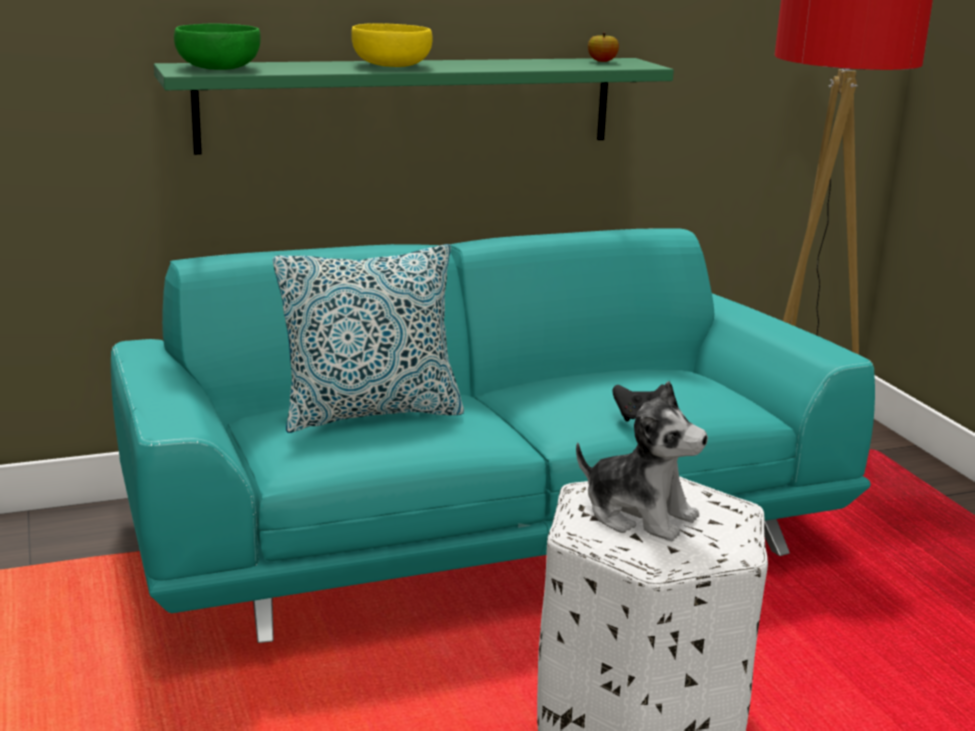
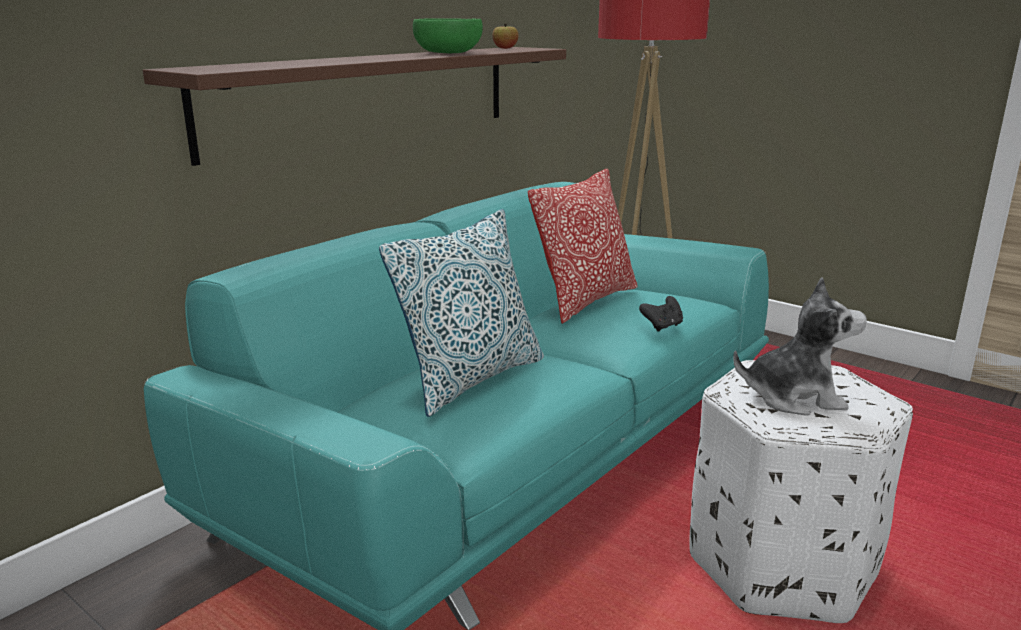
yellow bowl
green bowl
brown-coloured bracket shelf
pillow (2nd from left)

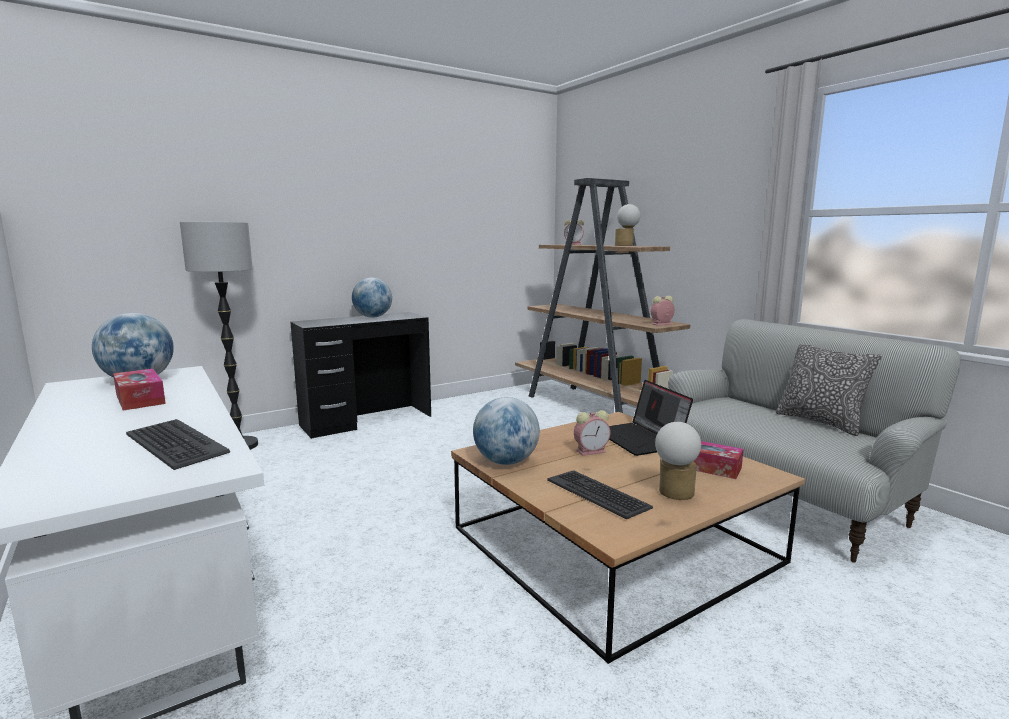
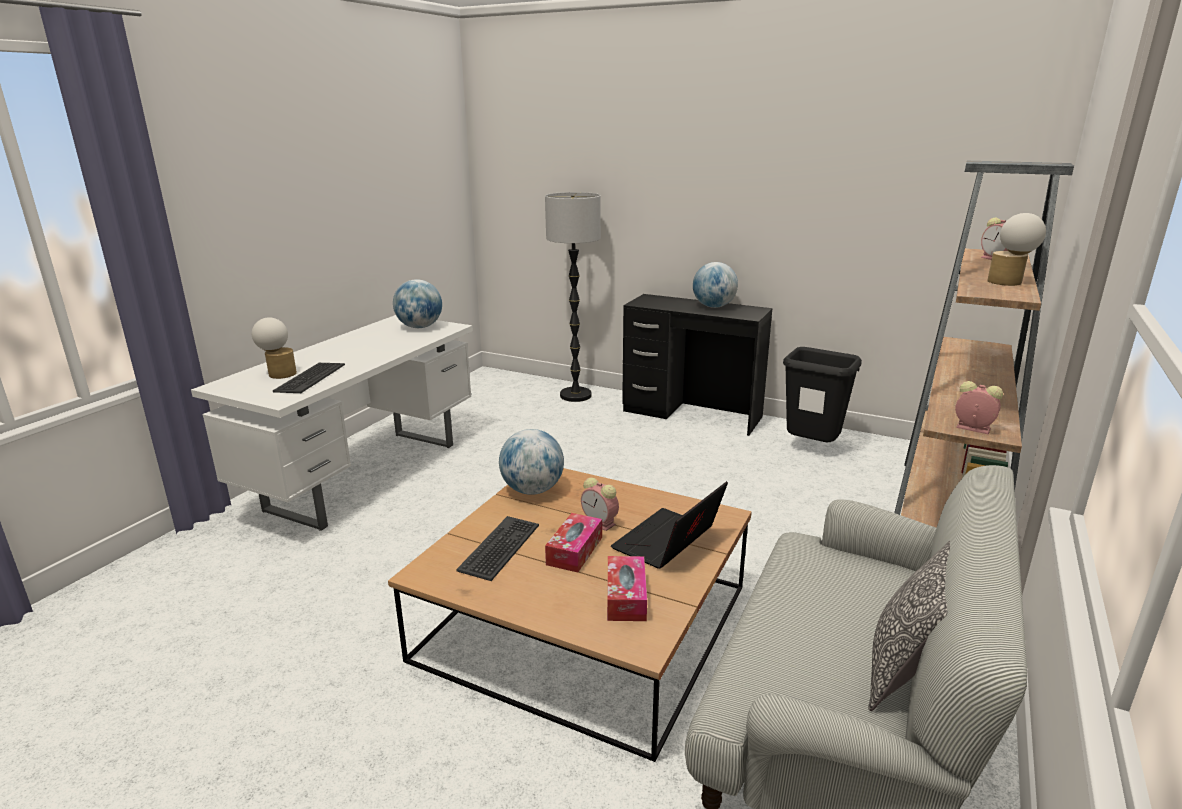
tissue holder (1st from left)
lamp for a table (1st from left)
black trash can

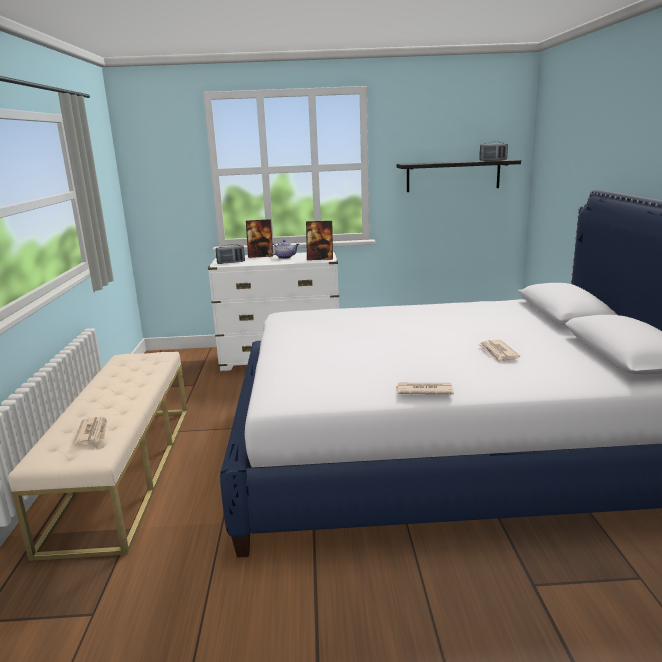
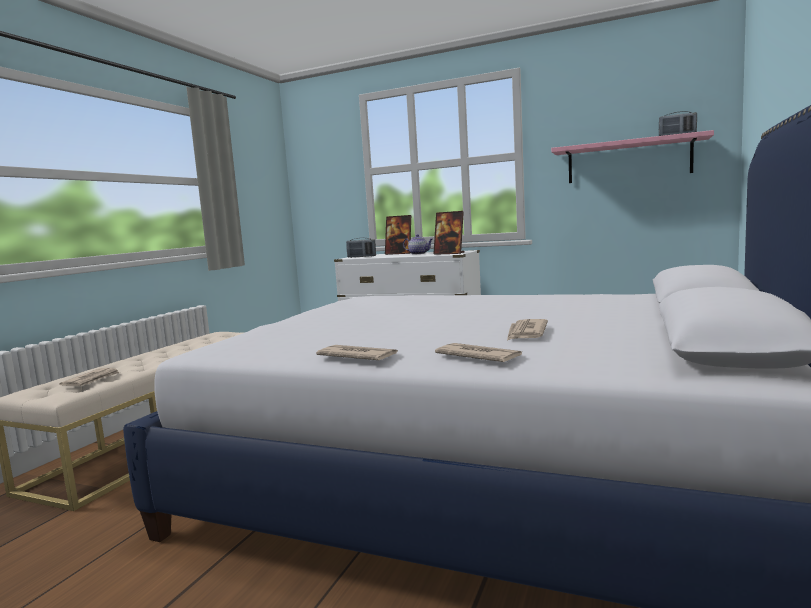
pinkish bracket shelf
printed paper (3rd from left)

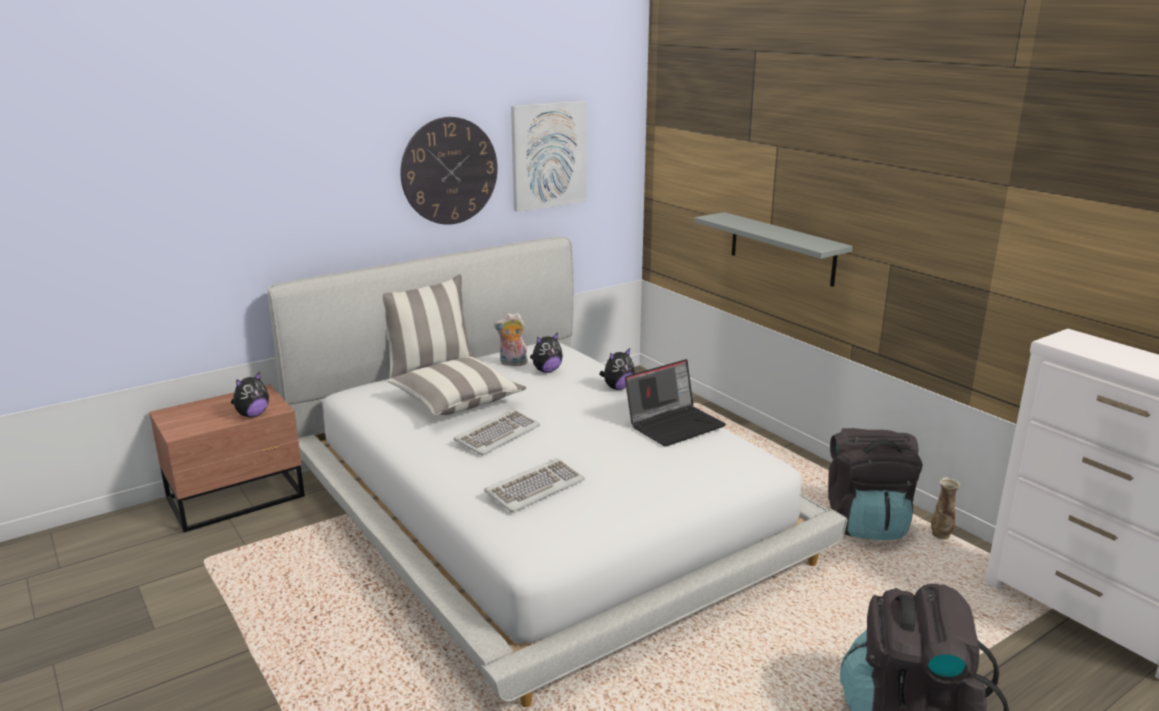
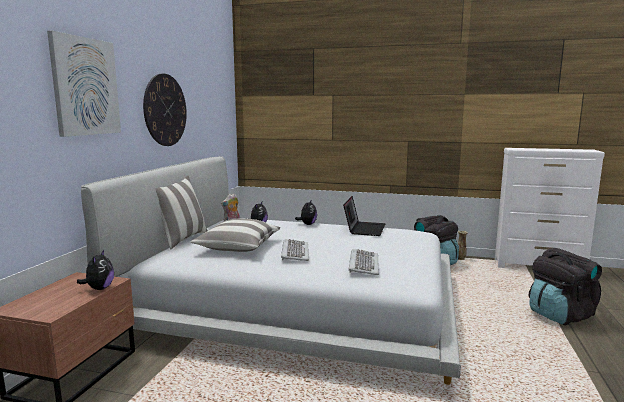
picture
greyish bracket shelf

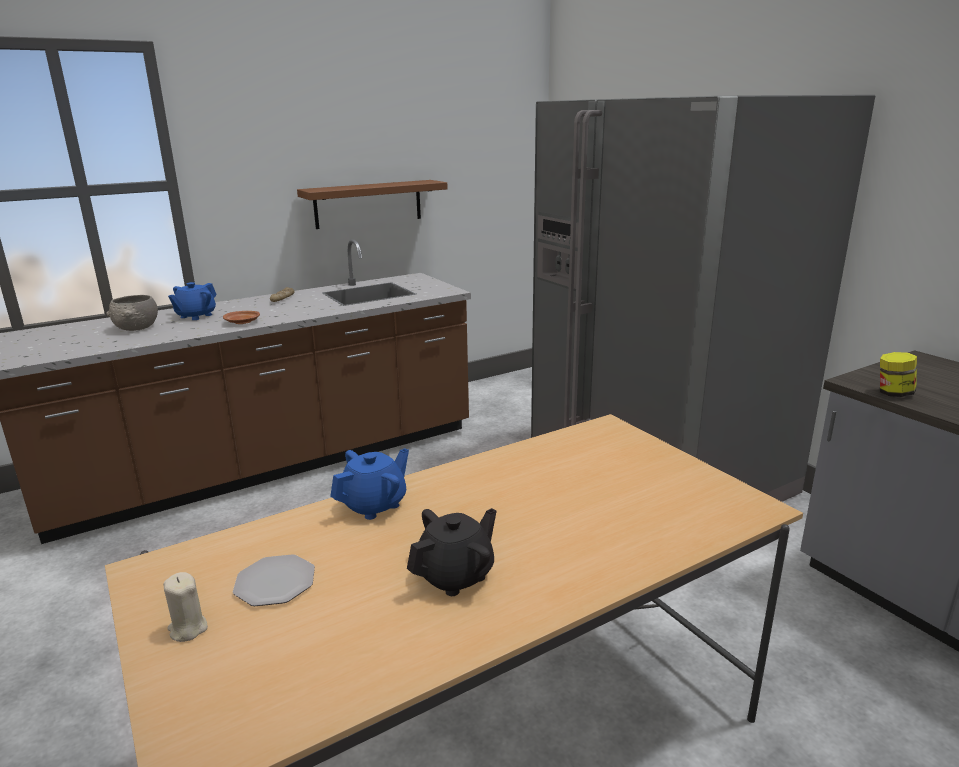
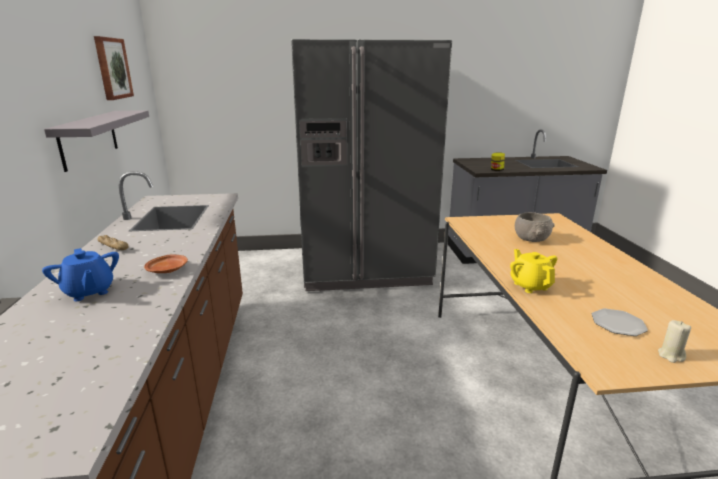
greyish bracket shelf
greyish bowl
yellow teapot
black teapot
picture

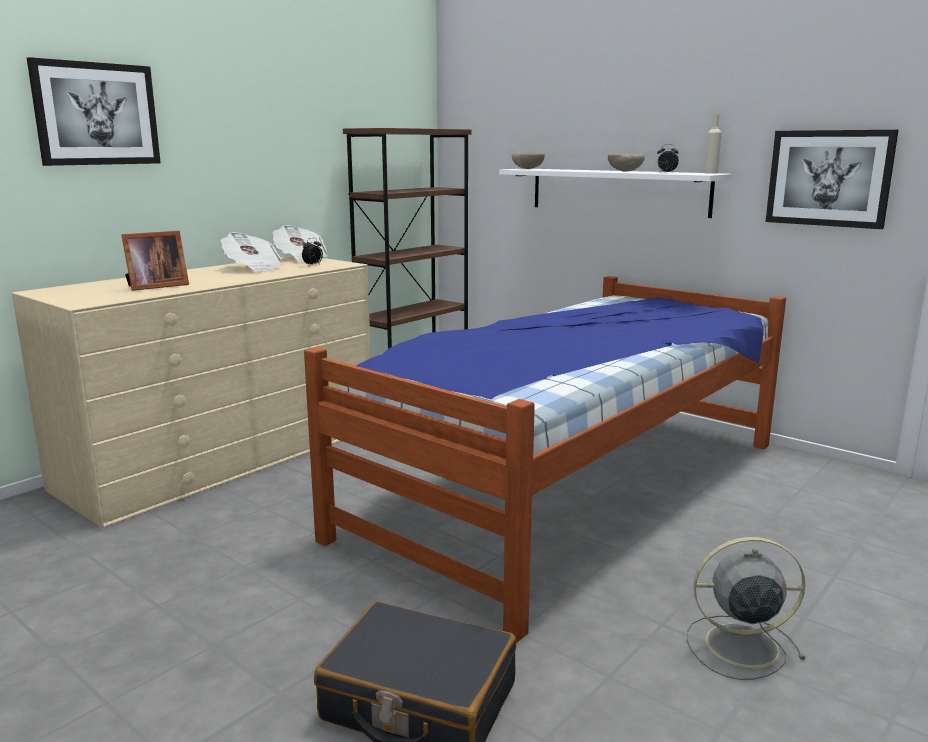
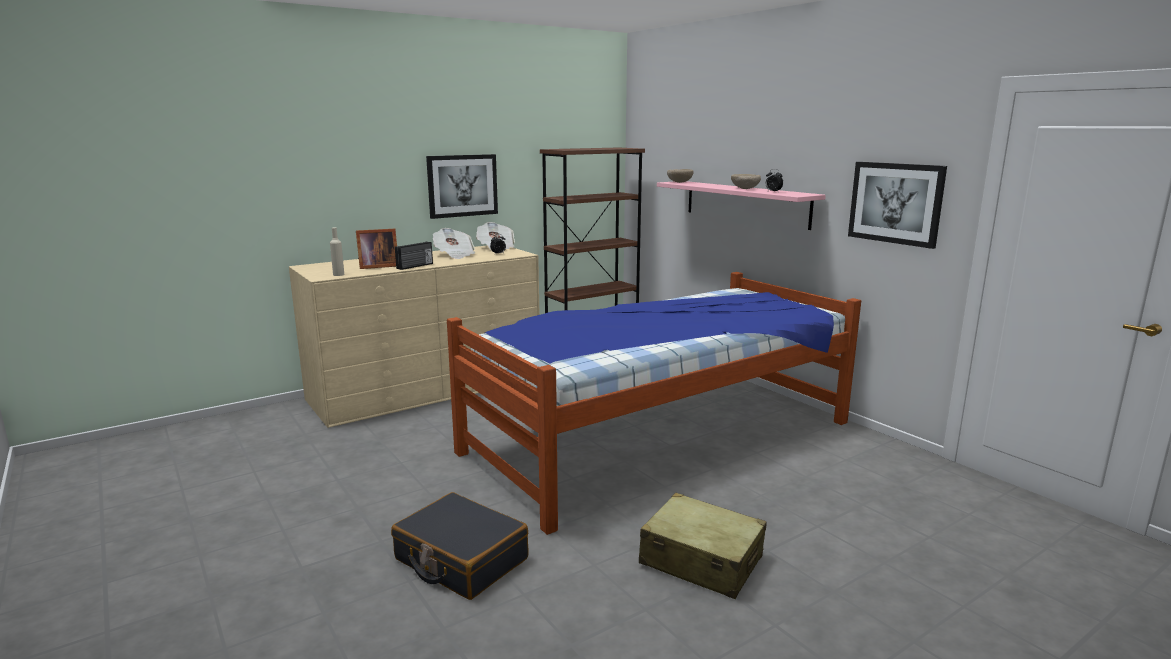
picture (1st from left)
sand-coloured beverage bottle
pinkish bracket shelf
sand-coloured piece of luggage
radio

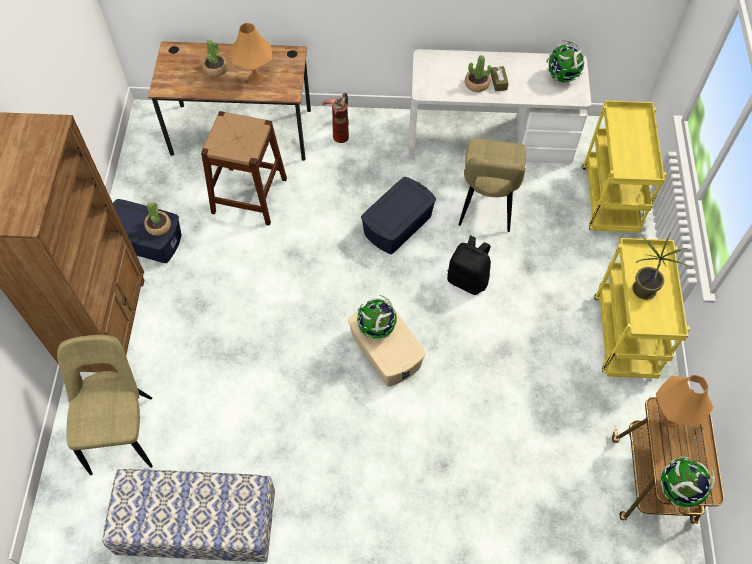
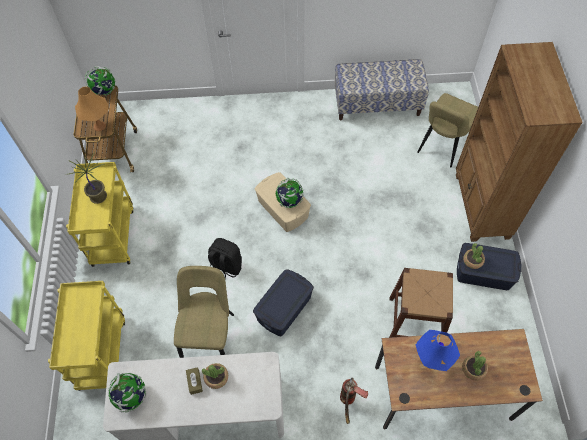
bluish lamp for a table
sand-coloured chair (2nd from left)

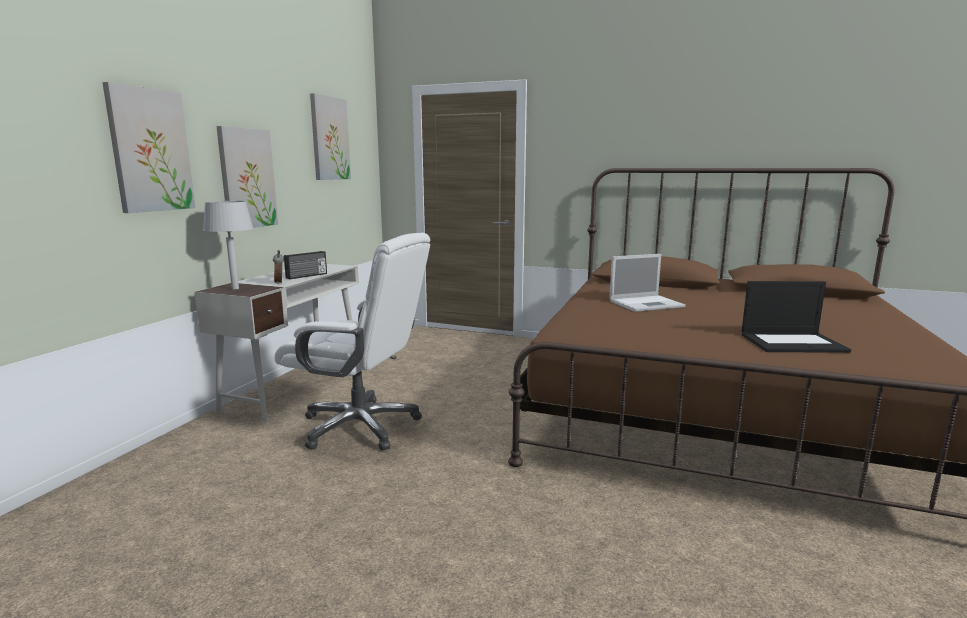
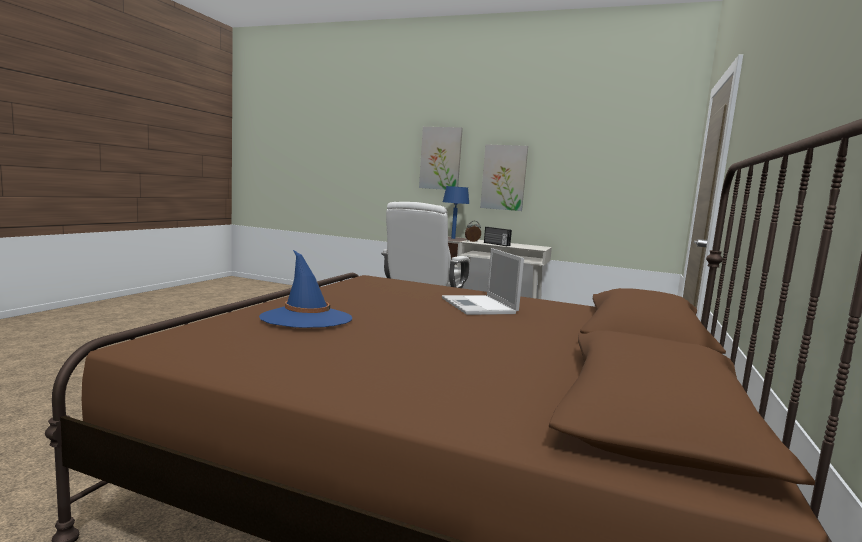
picture (3rd from left in the first image)
bluish lamp for a table
bluish hat

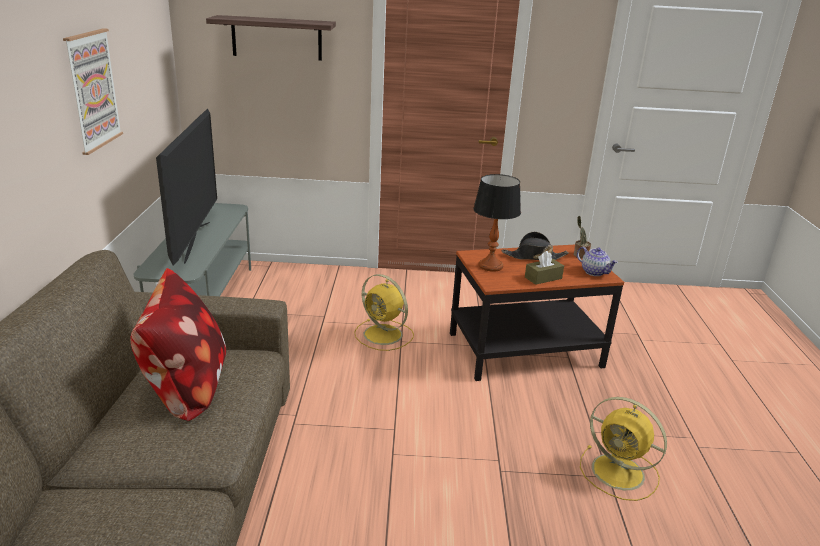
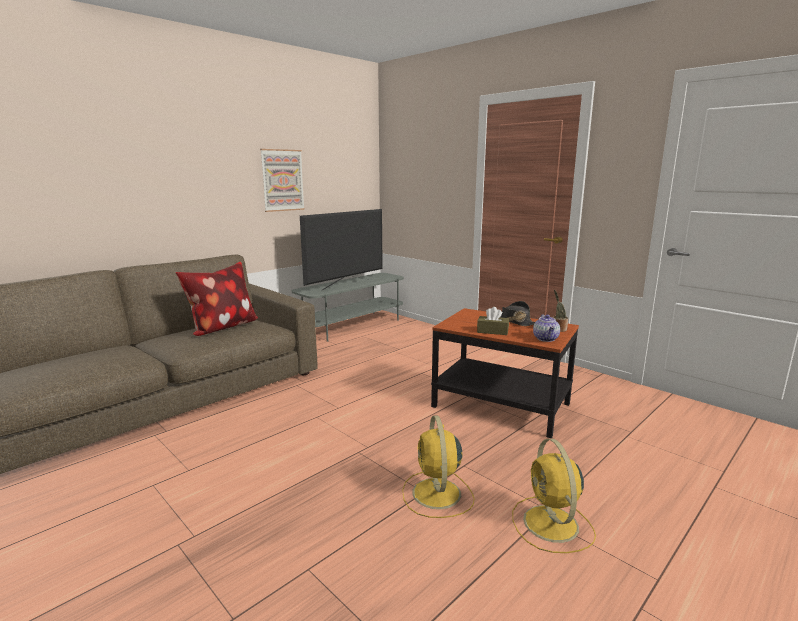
bracket shelf
lamp for a table
yellow electric fan (2nd from left)

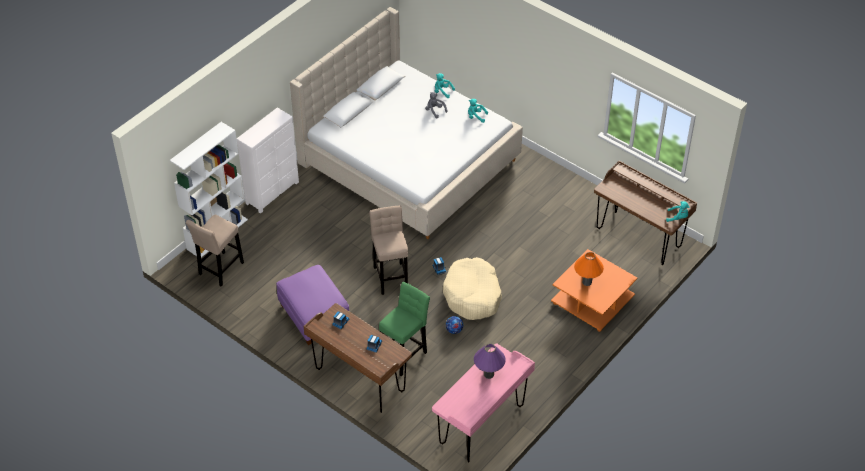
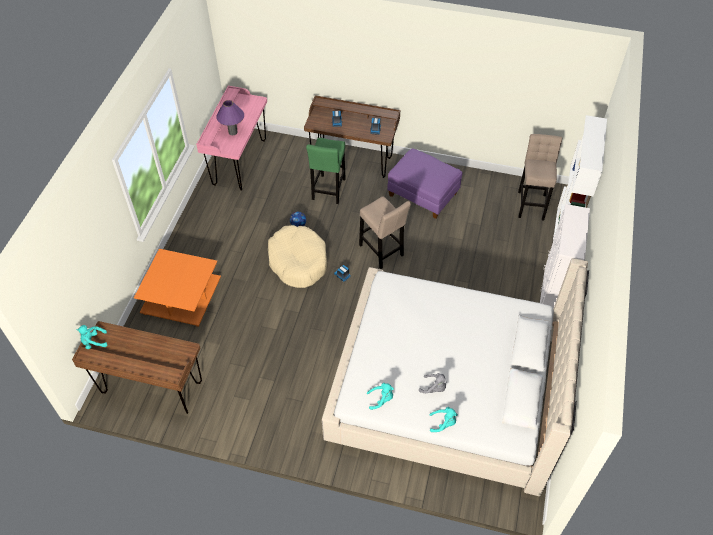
orange-coloured lamp for a table

